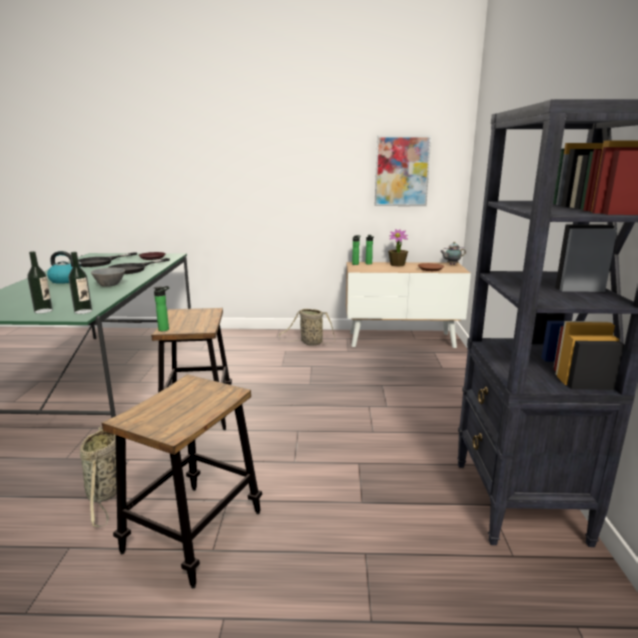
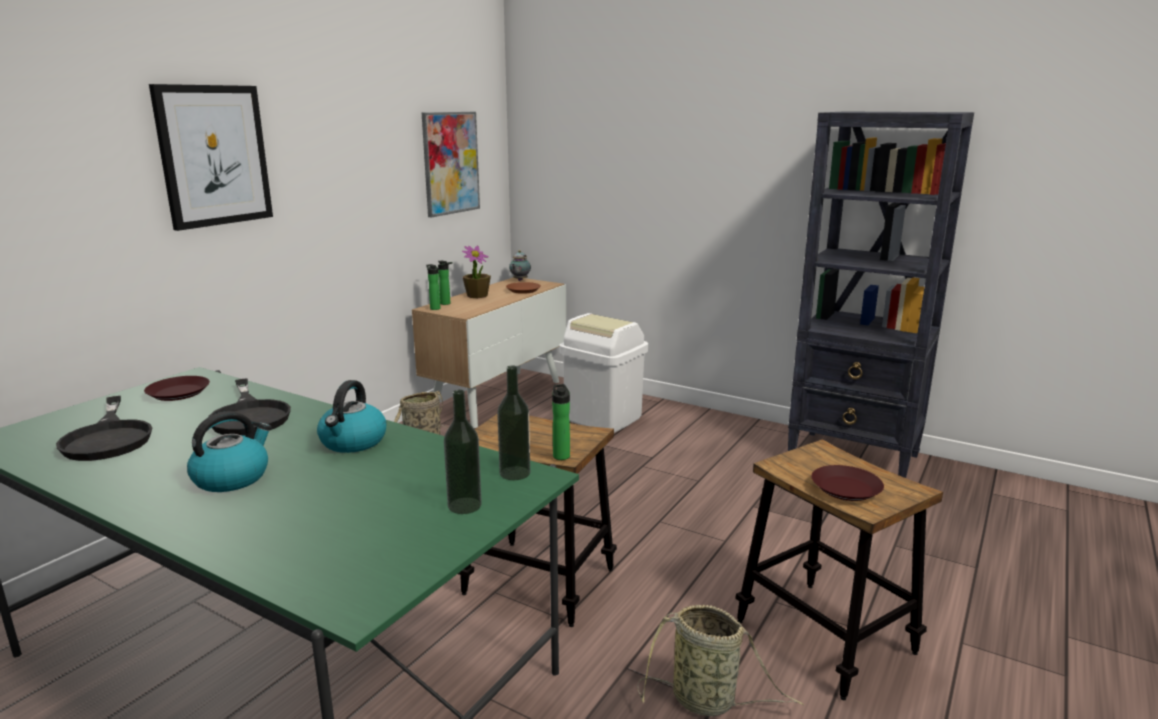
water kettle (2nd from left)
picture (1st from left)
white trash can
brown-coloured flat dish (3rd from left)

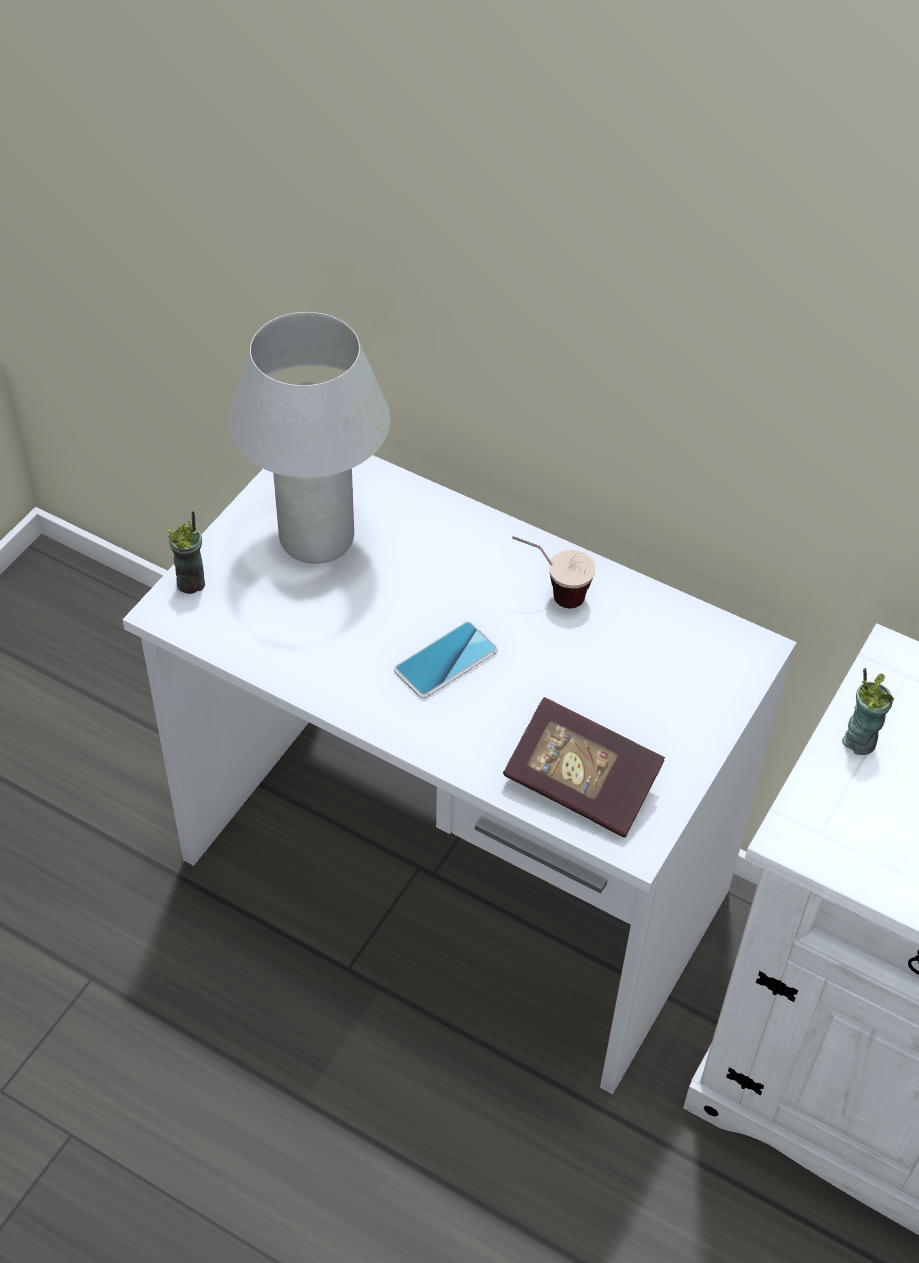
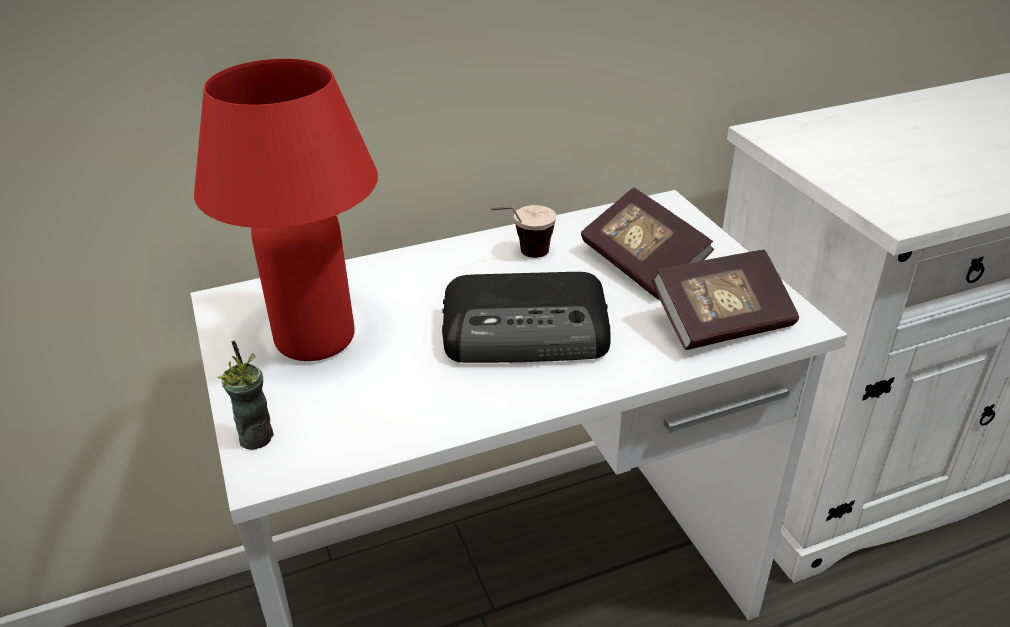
reddish lamp for a table
radio
small cup (3rd from left in the first image)
book (1st from left)

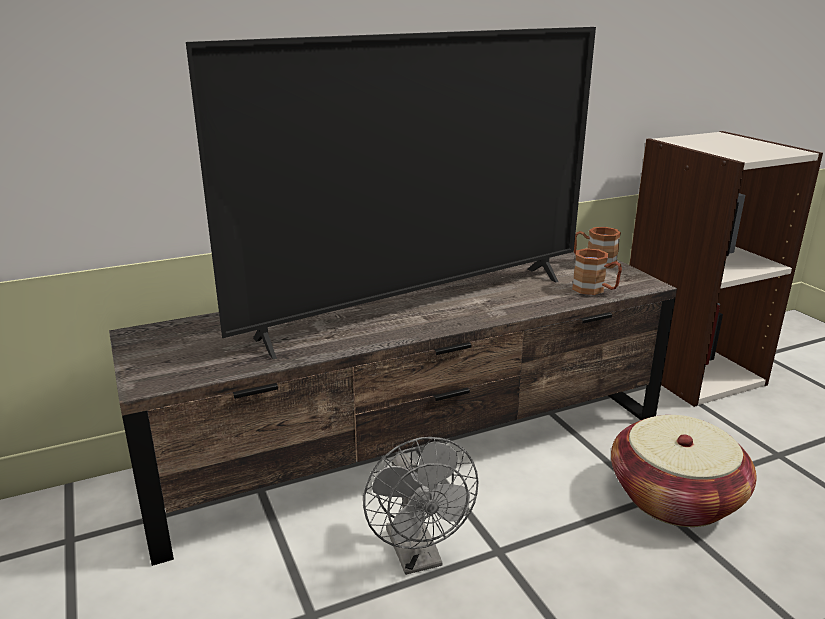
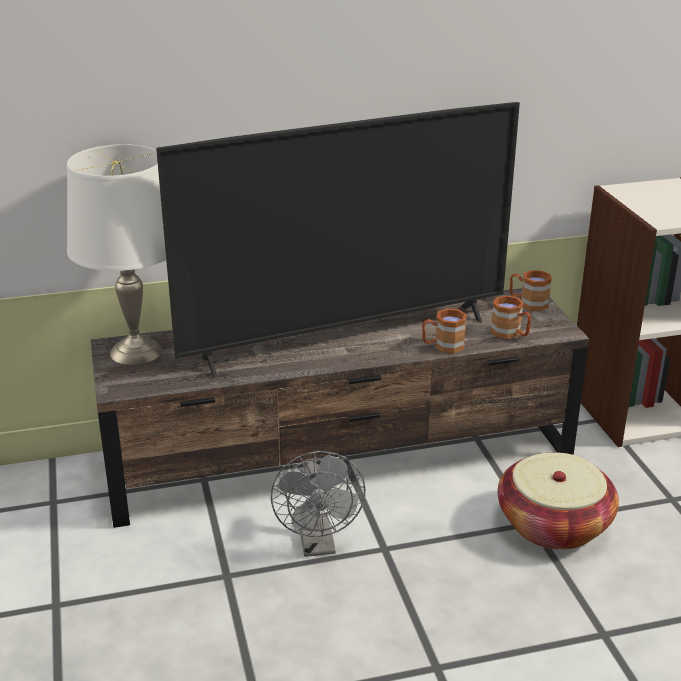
white lamp for a table
brown-coloured coffee mug (1st from left)

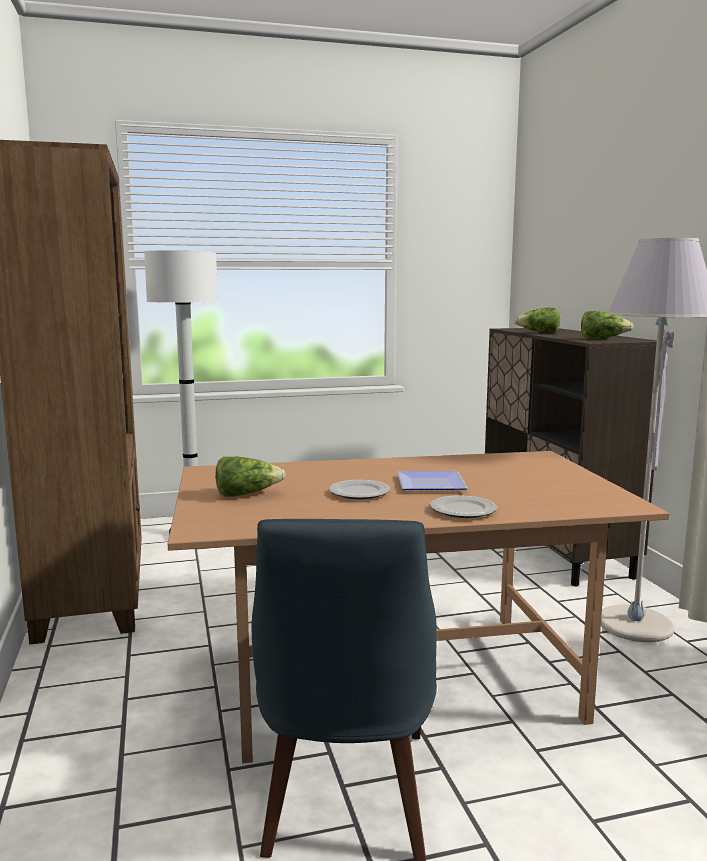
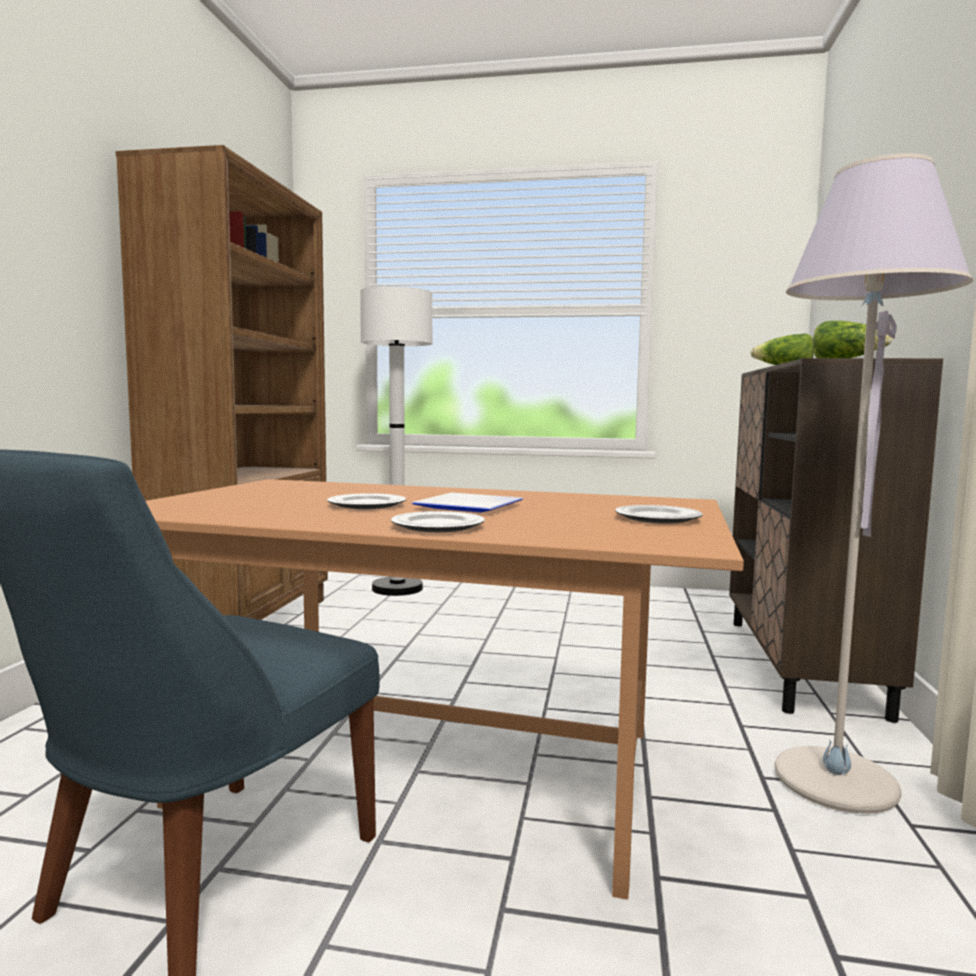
head of lettuce (1st from left in the first image)
flat dish (4th from left)

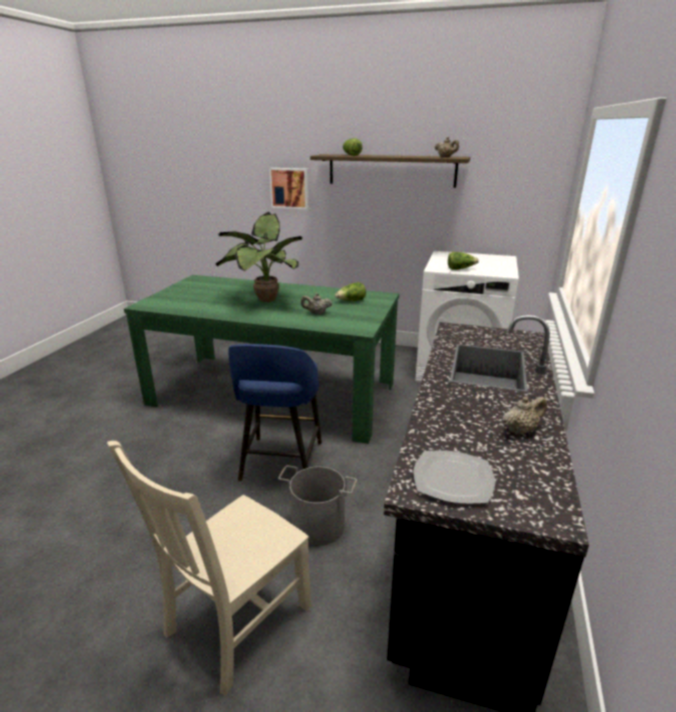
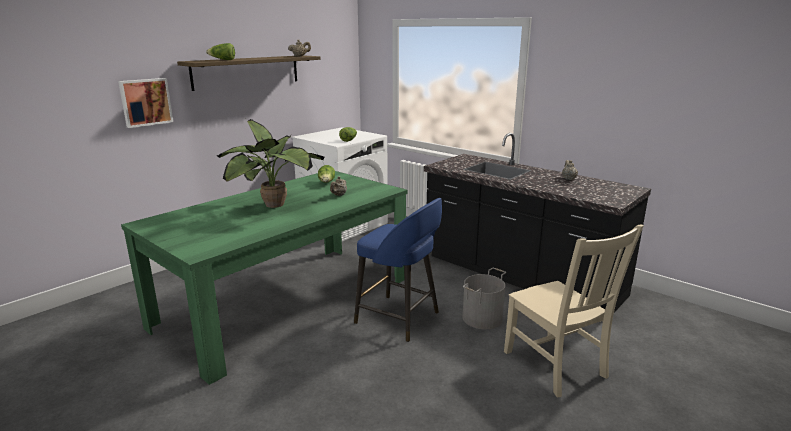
flat dish

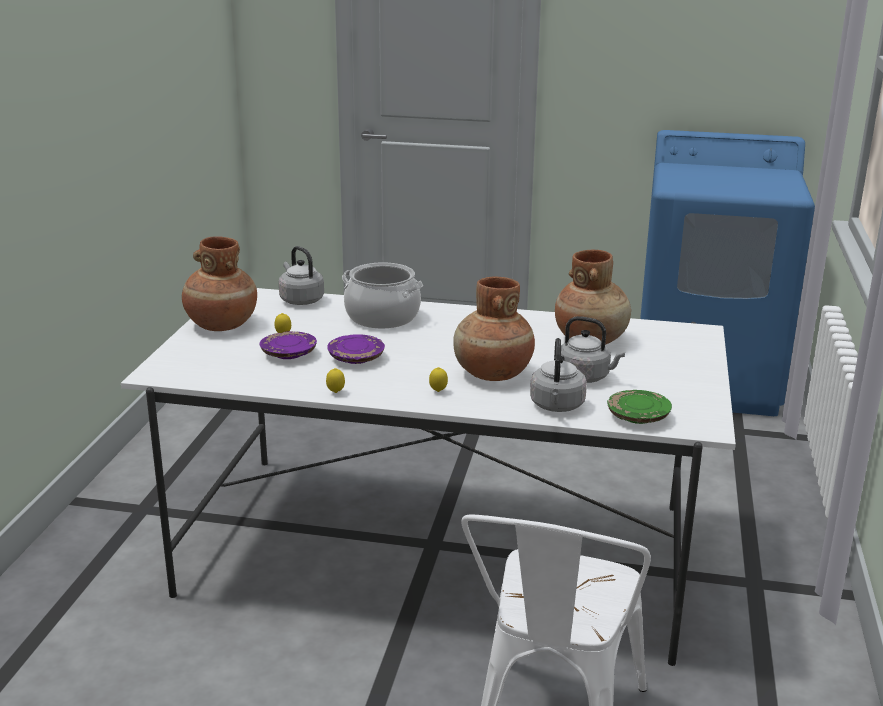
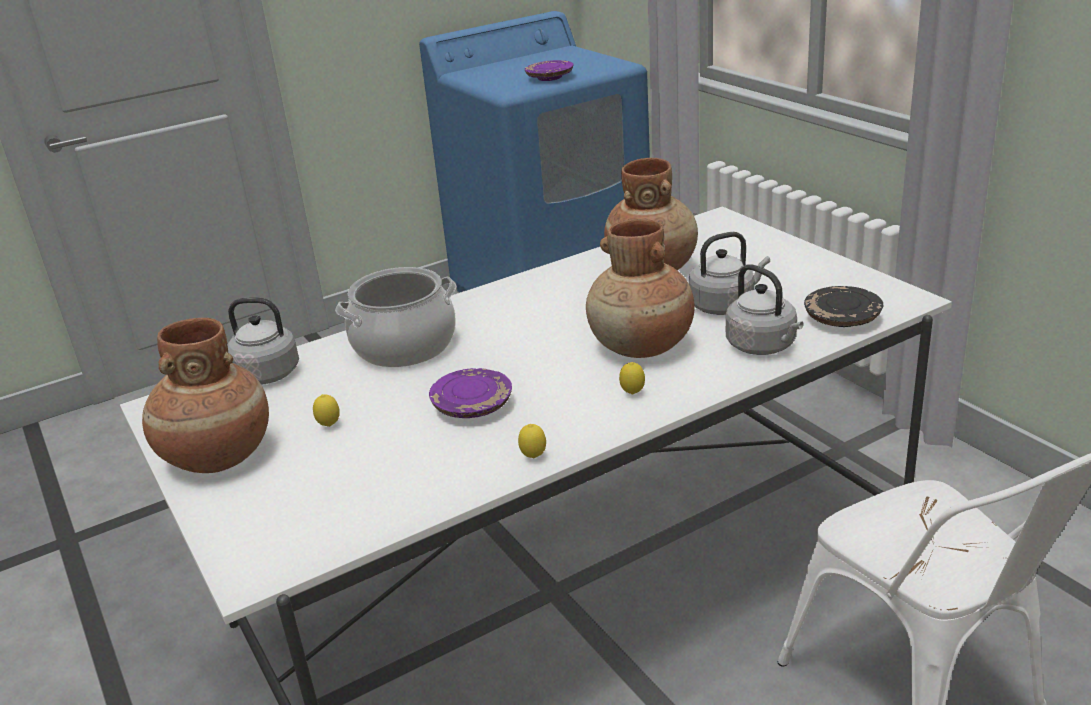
purplish flat dish (2nd from left)
black flat dish

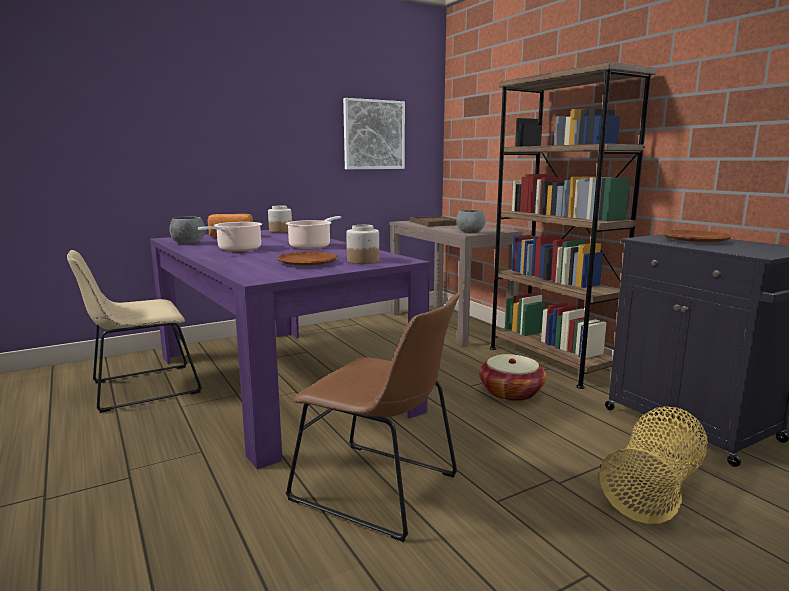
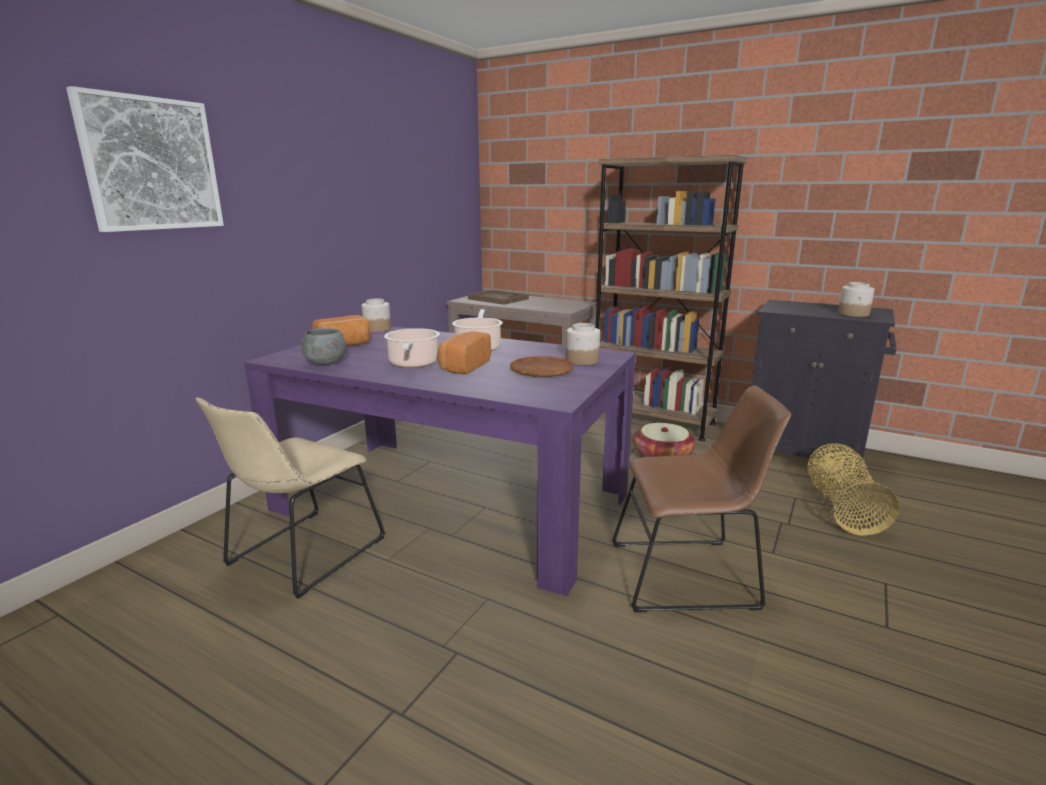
picture
greyish bowl (2nd from left in the first image)
brown-coloured flat dish (2nd from left in the first image)
jar (3rd from left)
baked bread (2nd from left)

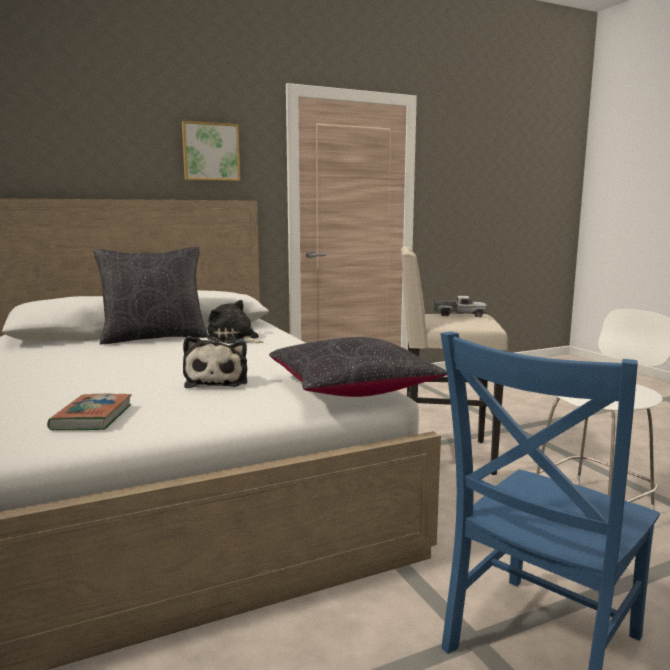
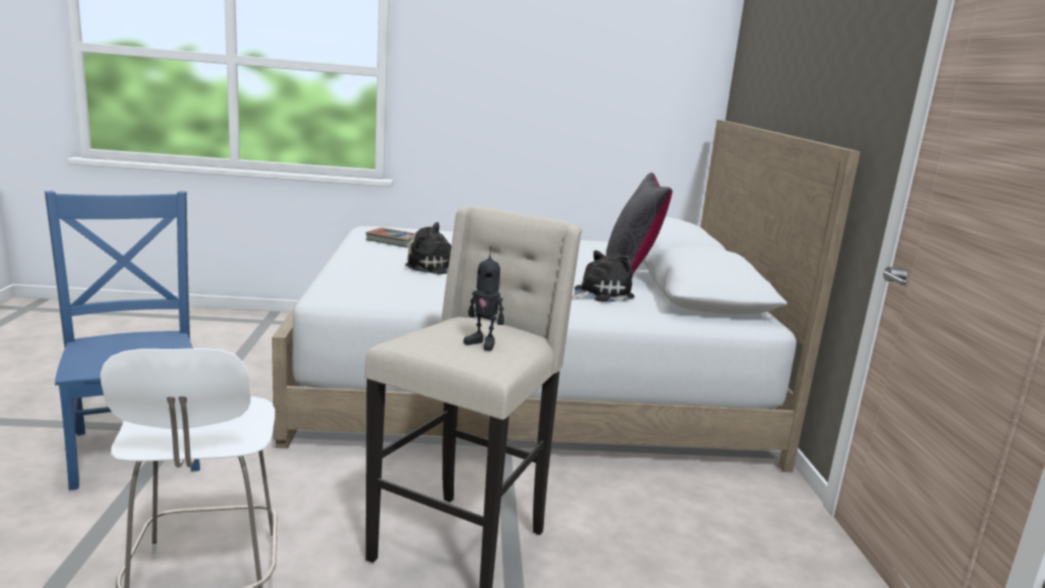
picture
model robot
black pillow (2nd from left in the first image)

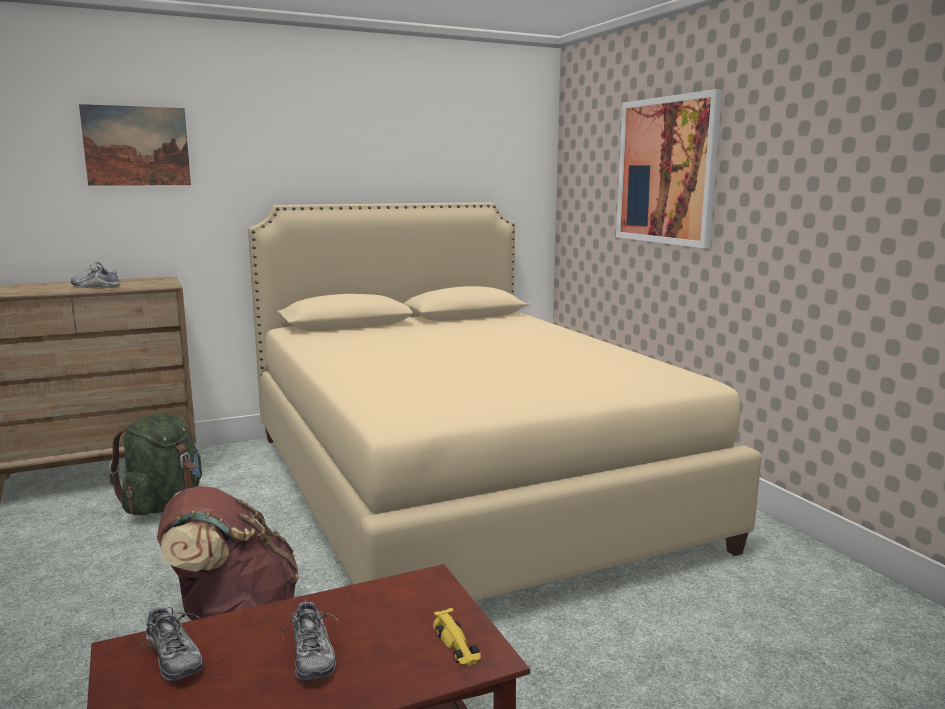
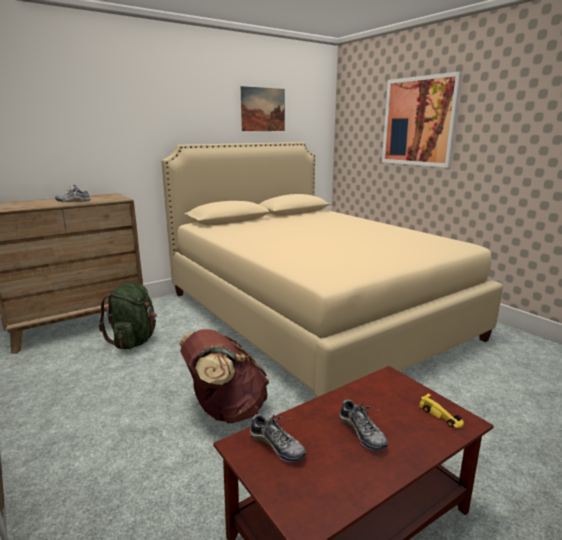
picture (1st from left)

